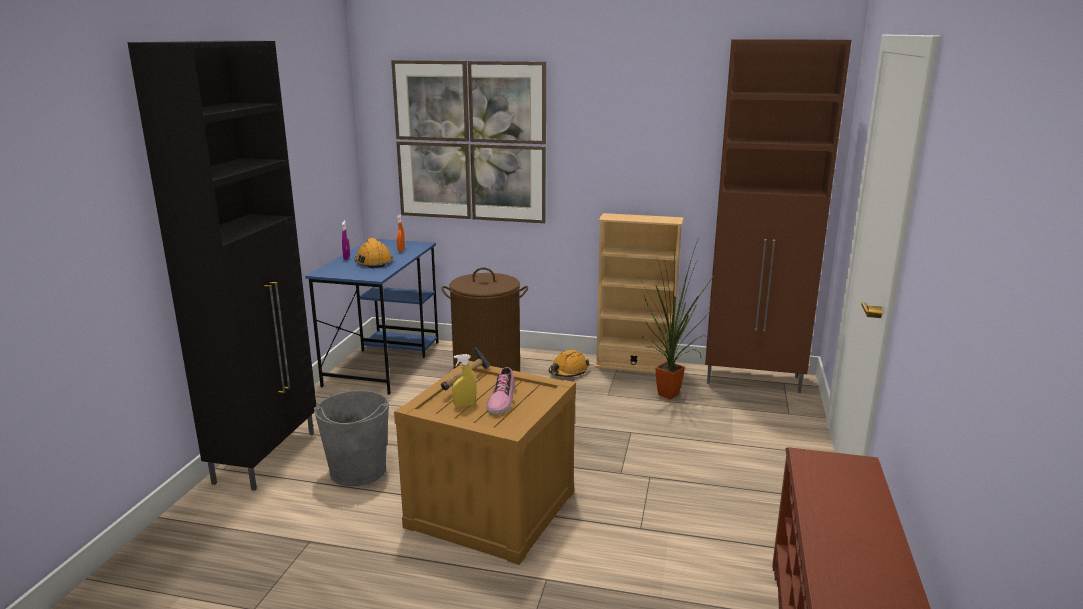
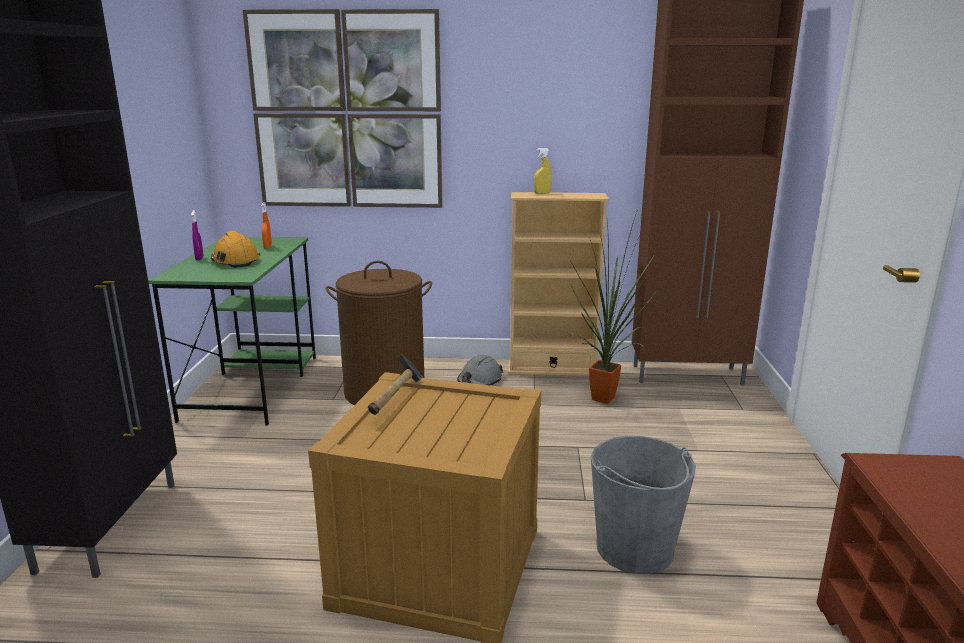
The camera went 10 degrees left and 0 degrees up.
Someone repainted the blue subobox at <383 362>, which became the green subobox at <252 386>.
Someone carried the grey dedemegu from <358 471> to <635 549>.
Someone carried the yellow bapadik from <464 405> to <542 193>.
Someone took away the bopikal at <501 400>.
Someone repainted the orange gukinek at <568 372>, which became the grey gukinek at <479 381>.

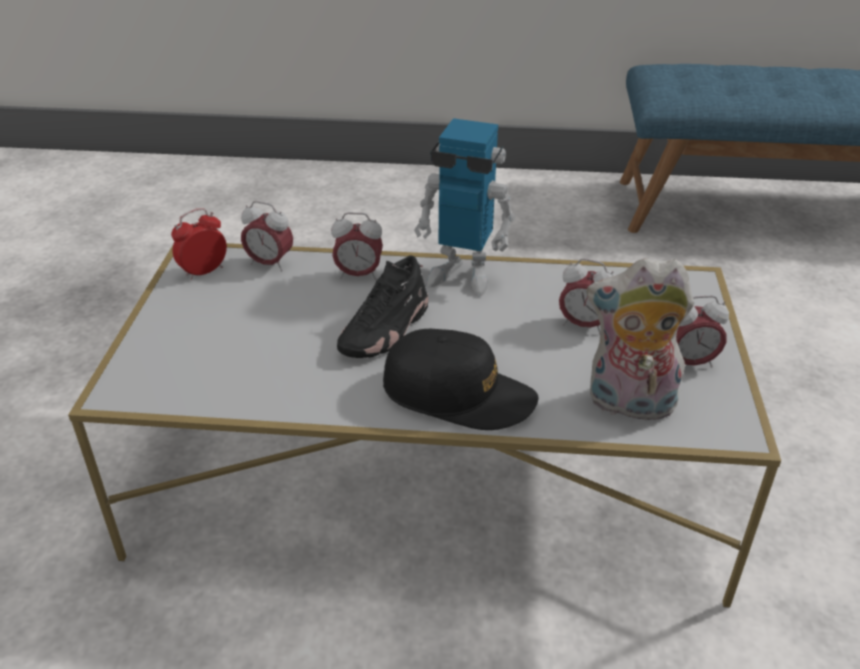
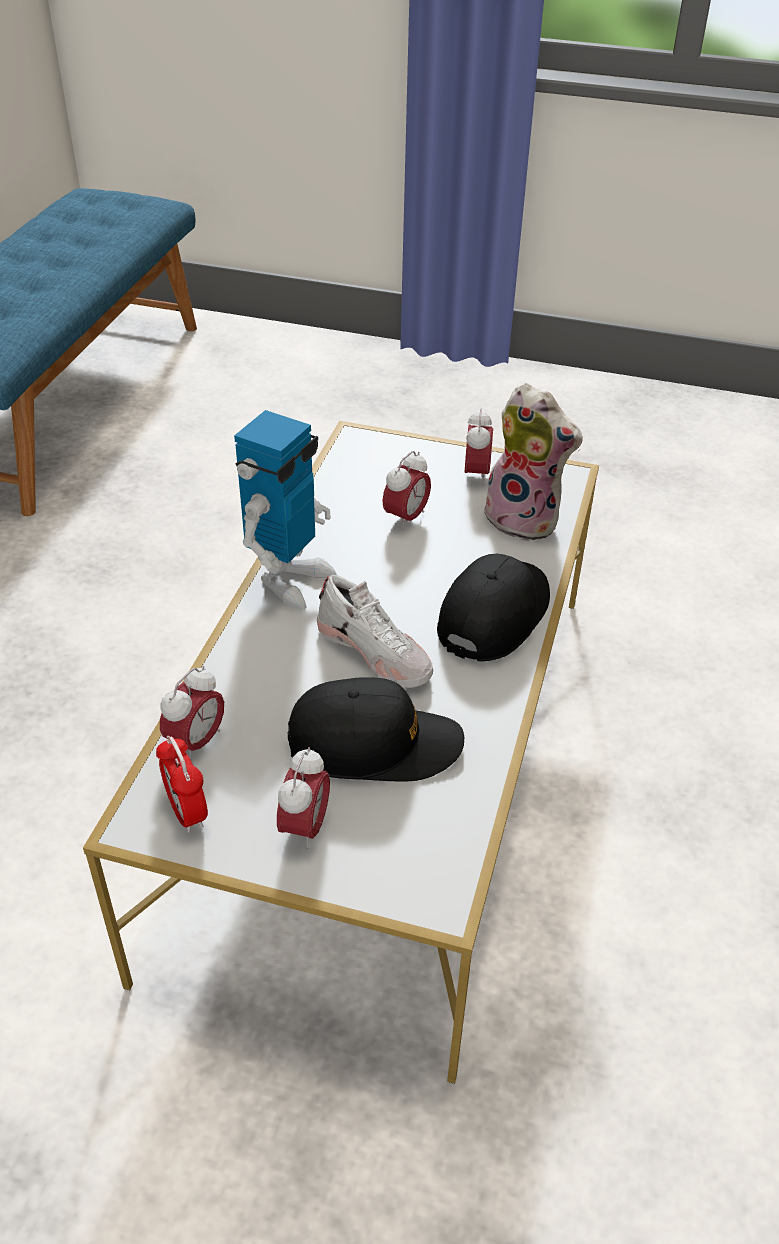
The camera went 80 degrees left and 5 degrees up.
Someone carried the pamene from <358 275> to <305 828>.
Someone repainted the black bopikal at <386 330>, which became the white bopikal at <375 652>.
Someone rotated the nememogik at <628 405> by 75 degrees counterclockwise.
Someone put down the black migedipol at <374 744>.

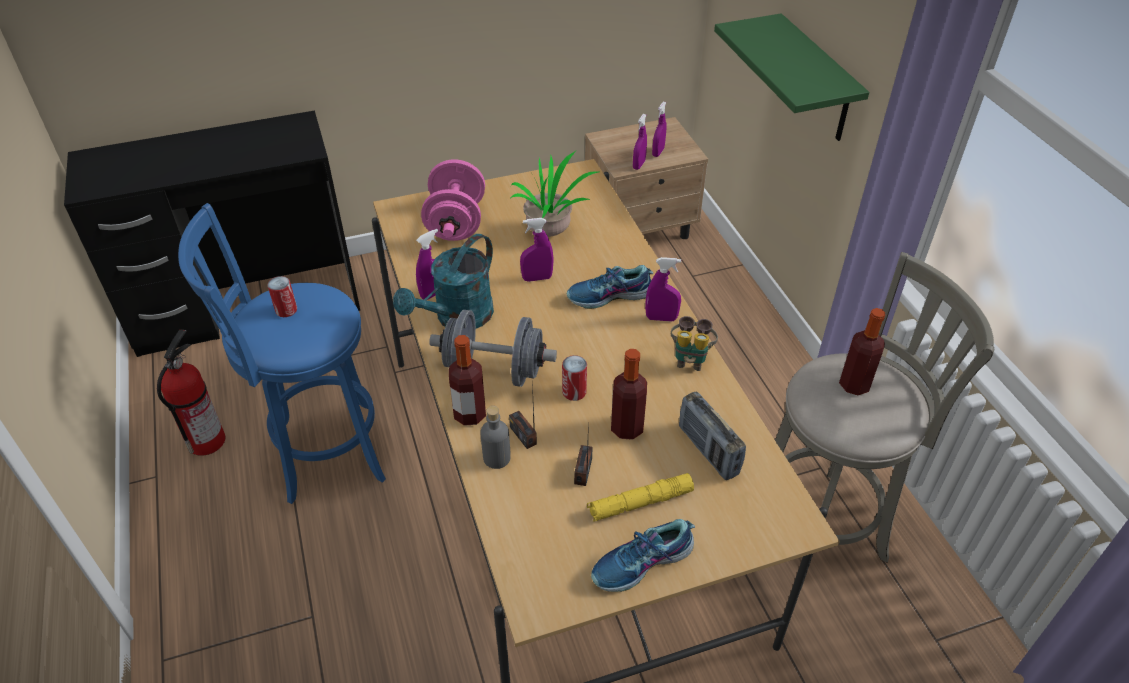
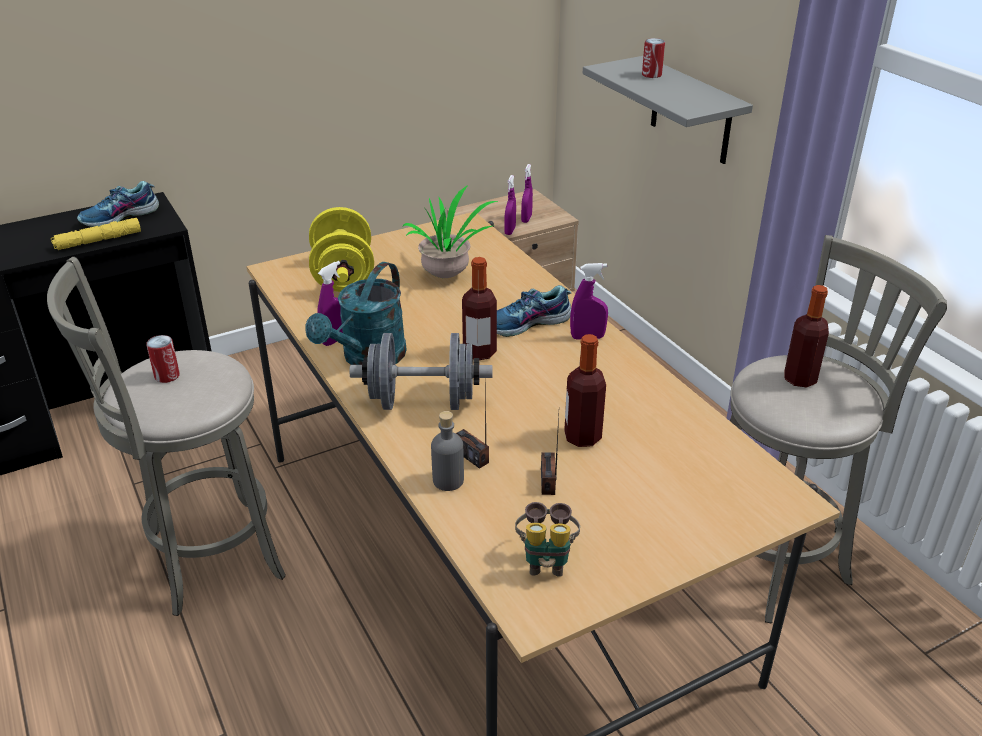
The camera went 10 degrees left and 10 degrees down.
Someone took away the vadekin at <206 439>.
Someone repainted the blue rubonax at <323 453>, which became the grey rubonax at <206 558>.
Someone repainted the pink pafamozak at <456 223>, which became the yellow pafamozak at <343 276>.
Someone carried the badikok from <470 414> to <479 352>.
Someone took away the purple bapadik at <537 278>.
Someone carried the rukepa from <574 392> to <651 75>.
Someone carried the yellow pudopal from <640 503> to <98 241>.
Someone carried the bopikal from <642 564> to <120 217>.
Someone carried the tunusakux from <690 358> to <546 560>.
Someone took away the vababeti at <708 451>.
Someone repainted the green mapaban at <816 81>, which became the grey mapaban at <691 111>.

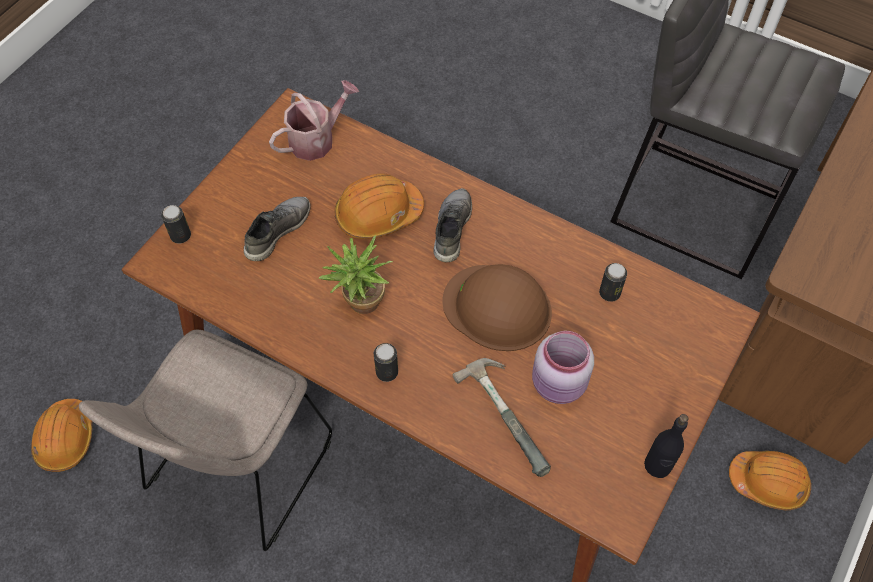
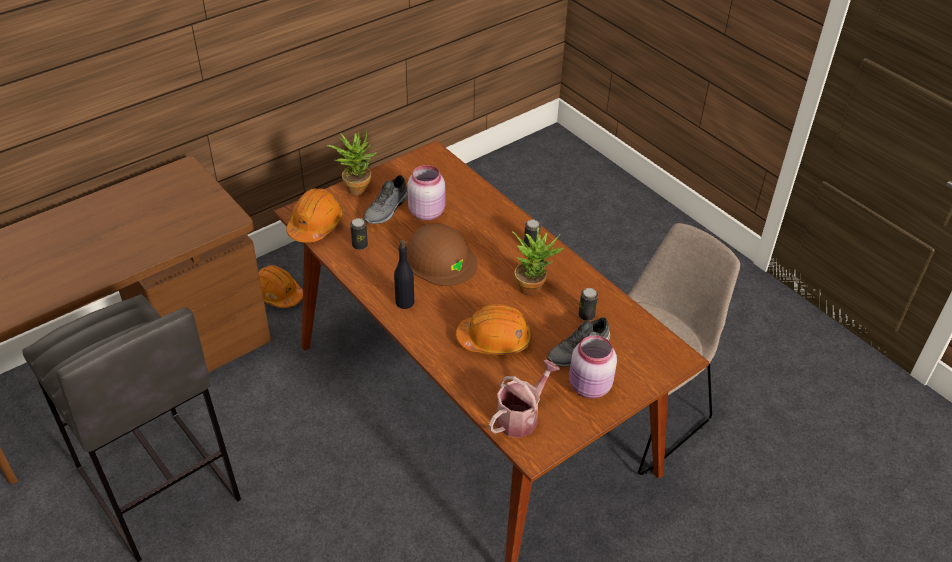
The camera went 160 degrees left and 15 degrees down.
Someone carried the orange gukinek from <66 439> to <315 225>.
Someone carried the rukepa from <180 236> to <586 315>.
Someone rotated the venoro at <317 139> by 150 degrees clockwise.
Someone carried the grey bopikal from <451 229> to <387 210>.
Someone took away the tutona at <512 414>.
Someone carried the black badikok from <657 465> to <405 302>.
Someone put down the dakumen at <355 186>.
Someone put down the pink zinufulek at <589 387>.

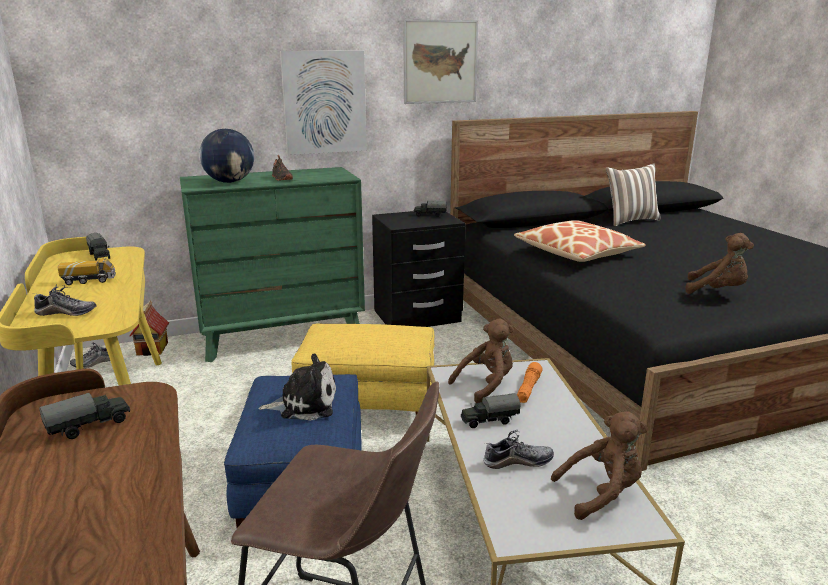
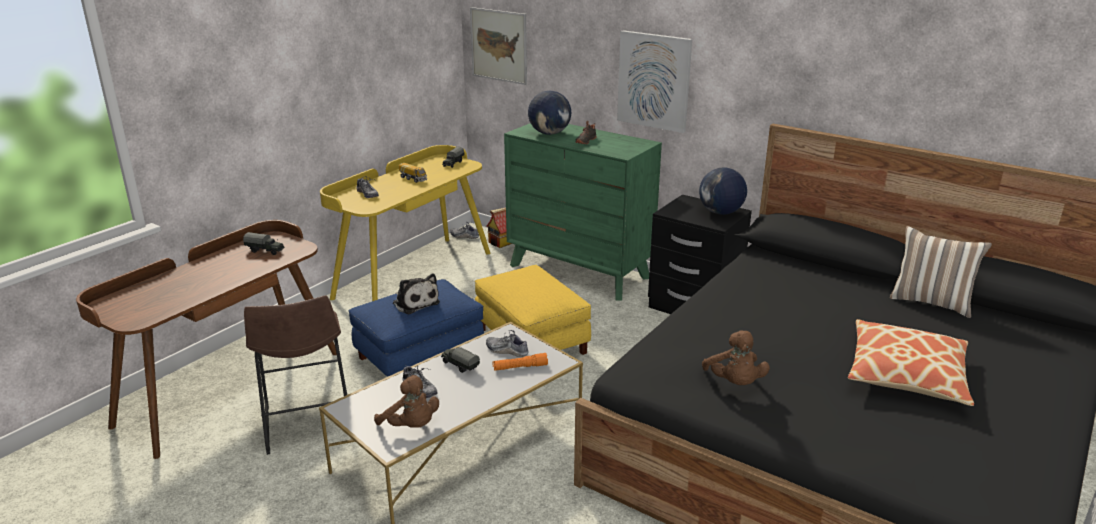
The camera went 55 degrees right and 5 degrees up.
Someone carried the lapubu from <440 62> to <499 45>.
Someone swapped the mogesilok at <430 215> for the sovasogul at <721 213>.
Someone swapped the brown nememogik at <486 385> for the bopikal at <507 350>.
Someone carried the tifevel from <577 253> to <906 374>.

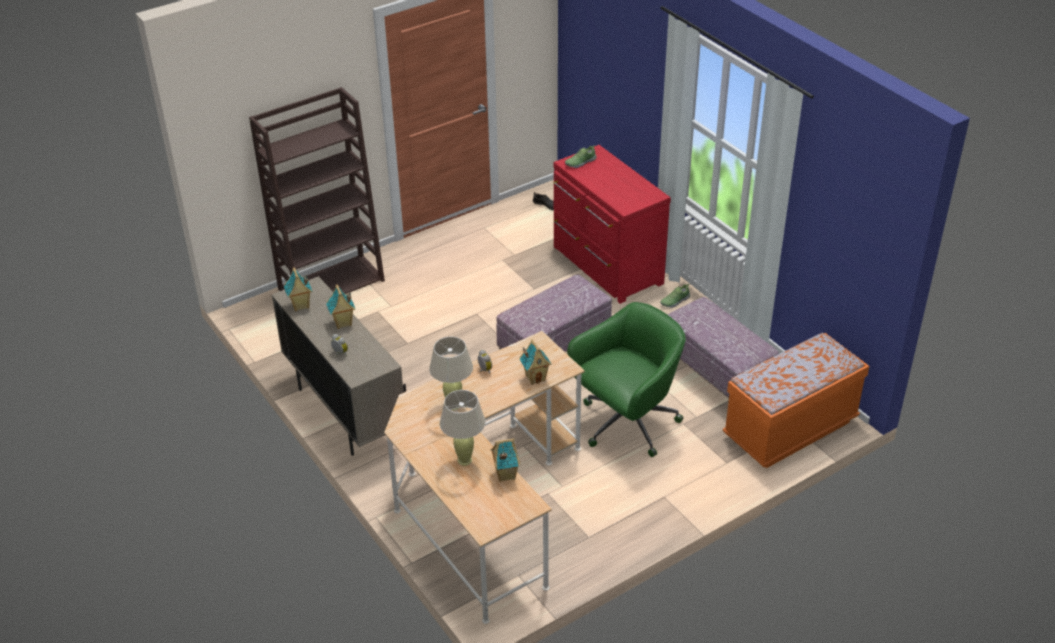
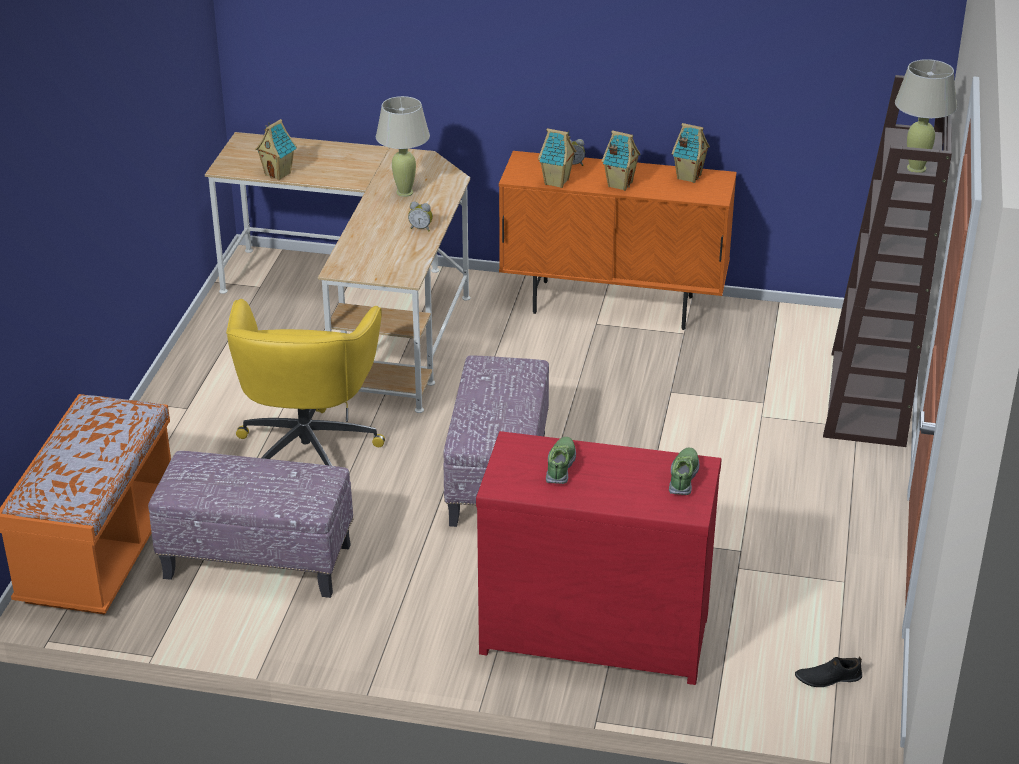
The camera went 135 degrees right and 5 degrees down.
Someone repainted the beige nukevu at <345 412>, which became the orange nukevu at <613 305>.
Someone carried the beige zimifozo from <464 460> to <916 168>.
Someone carried the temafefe from <535 378> to <557 182>.
Someone repainted the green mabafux at <626 424>, which became the yellow mabafux at <308 450>.
Someone carried the bopikal from <674 301> to <560 466>.

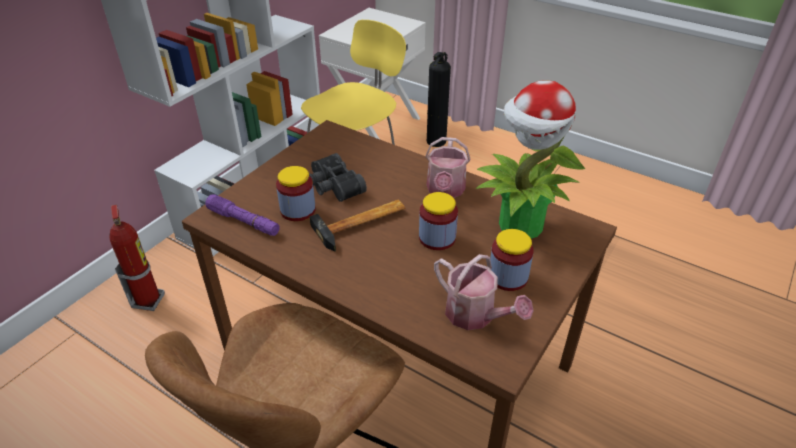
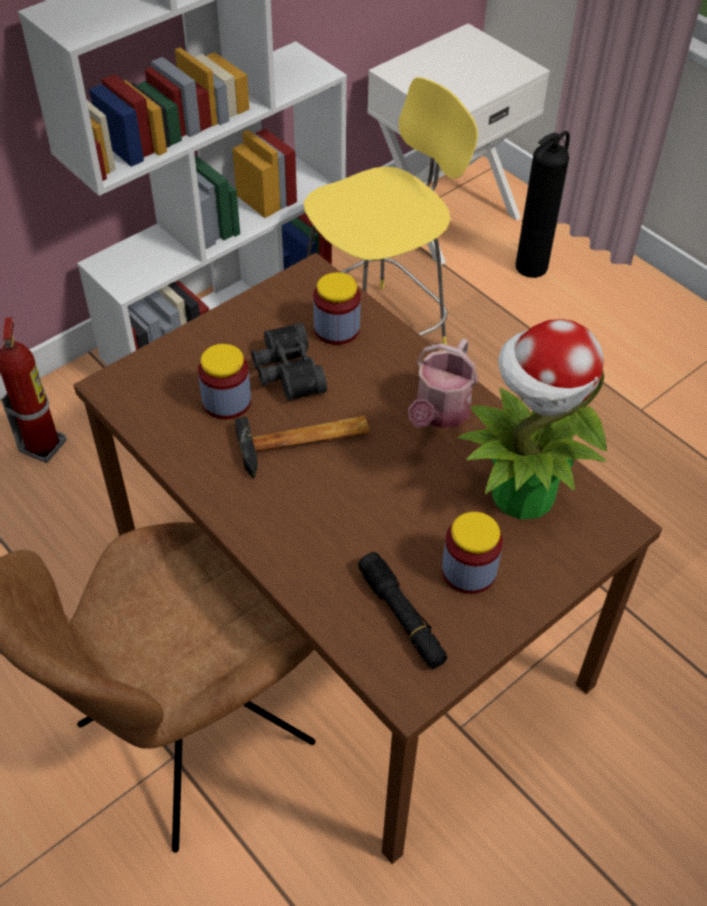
The camera went 15 degrees right and 10 degrees up.
Someone took away the purple pudopal at <243 221>.
Someone carried the zinufulek from <437 238> to <336 329>.
Someone swapped the venoro at <475 315> for the black pudopal at <402 617>.

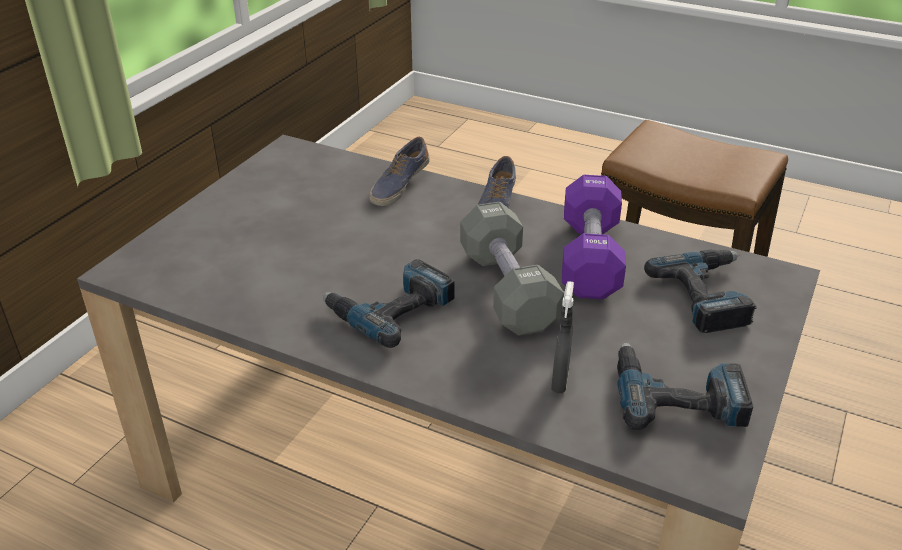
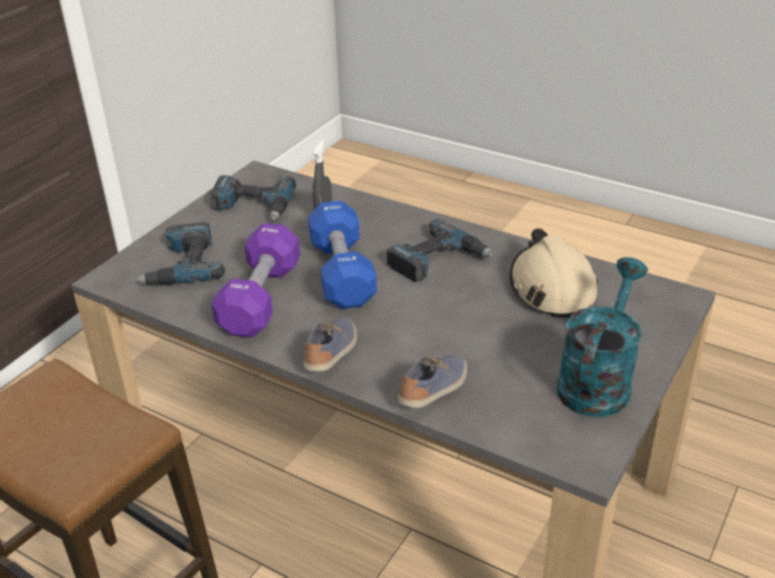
The camera went 175 degrees left and 0 degrees up.
Someone repainted the grey pafamozak at <507 289>, which became the blue pafamozak at <342 273>.
Someone put down the beige gukinek at <551 287>.
Someone put down the turquoise venoro at <597 380>.

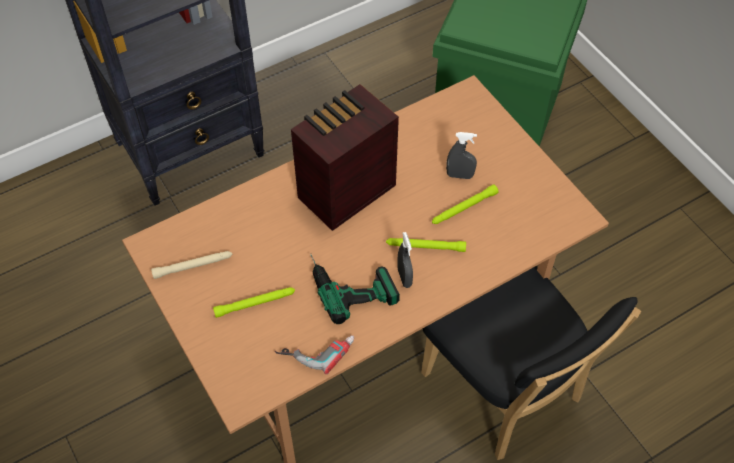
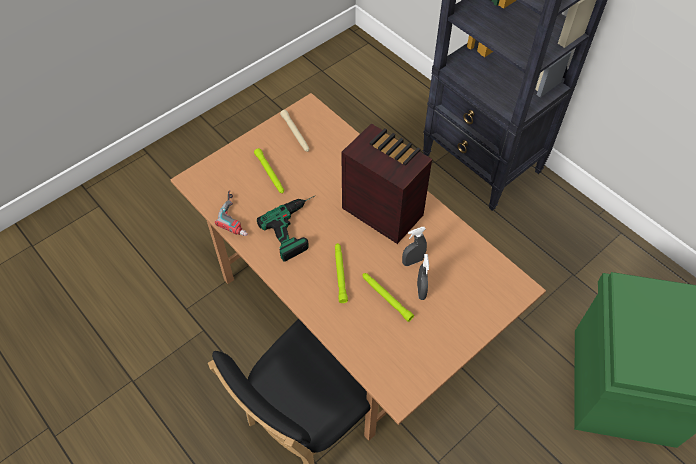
The camera went 80 degrees right and 0 degrees up.
Someone carried the grey bapadik from <404 277> to <413 261>.

